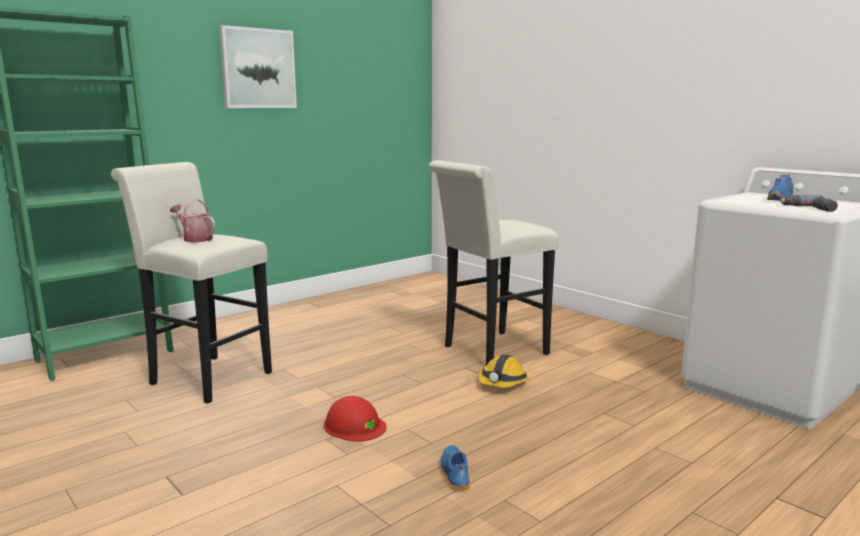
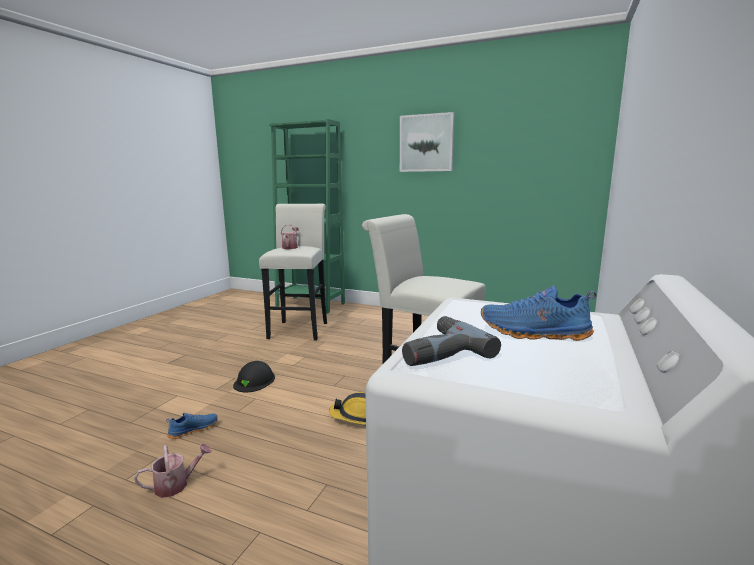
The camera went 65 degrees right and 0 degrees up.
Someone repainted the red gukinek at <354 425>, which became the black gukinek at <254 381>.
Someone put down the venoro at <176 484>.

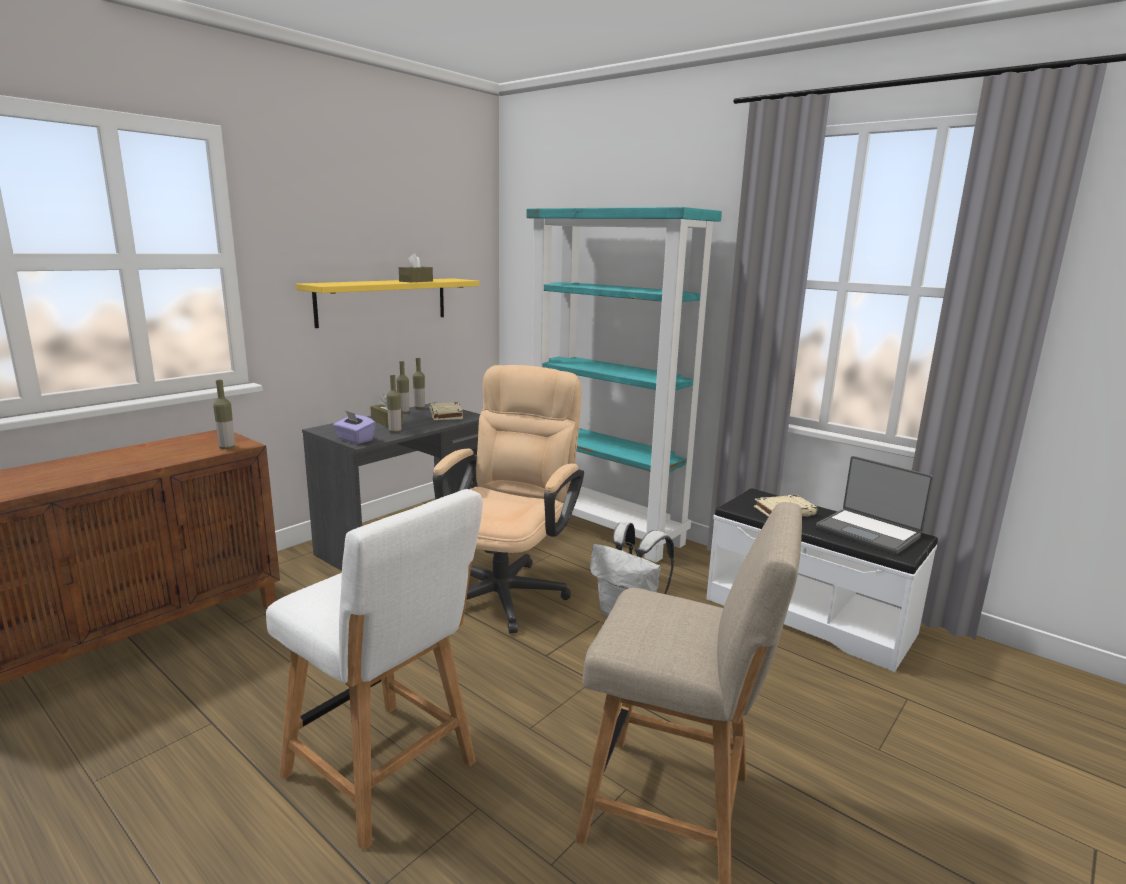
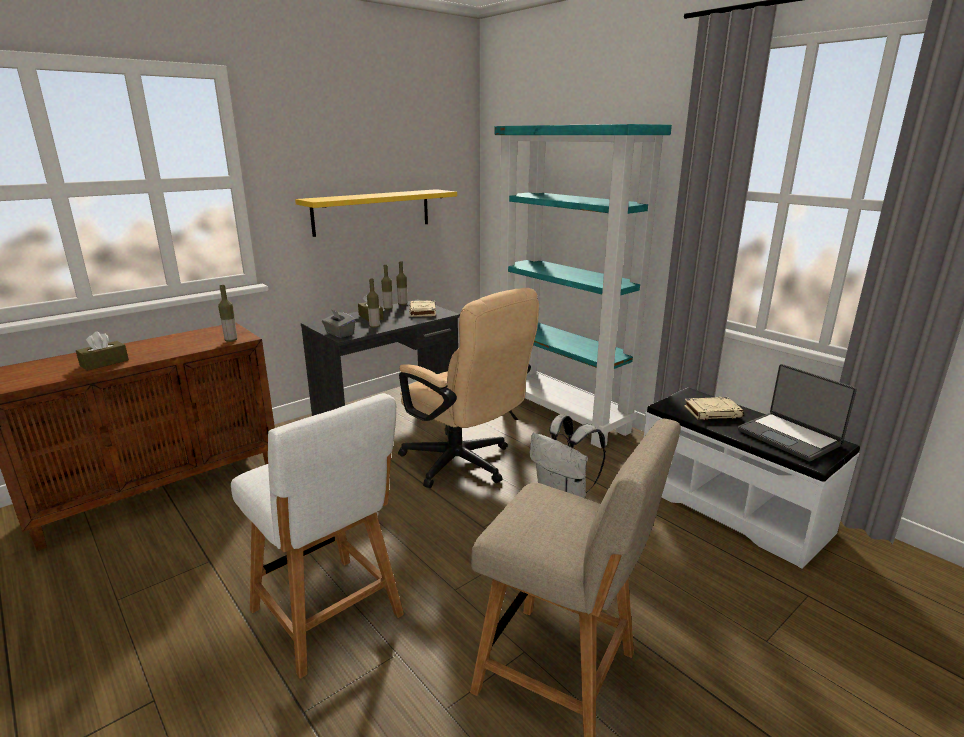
The camera went 10 degrees right and 5 degrees up.
Someone repainted the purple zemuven at <355 440>, which became the grey zemuven at <339 334>.
Someone carried the brown zemuven from <416 281> to <104 363>.
Someone rotated the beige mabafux at <508 589> by 105 degrees clockwise.

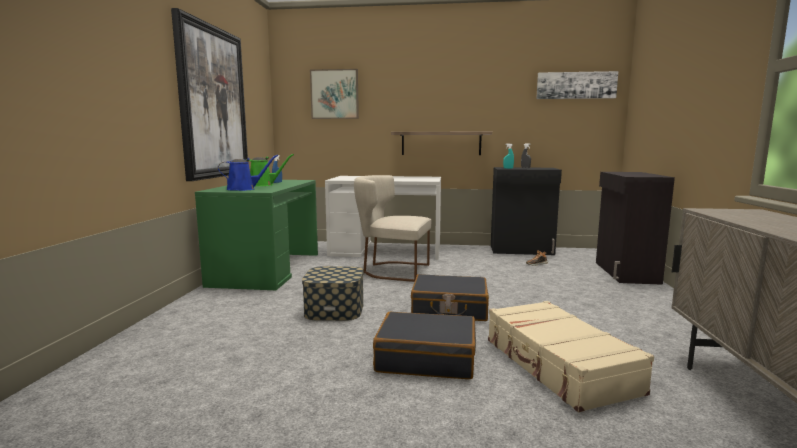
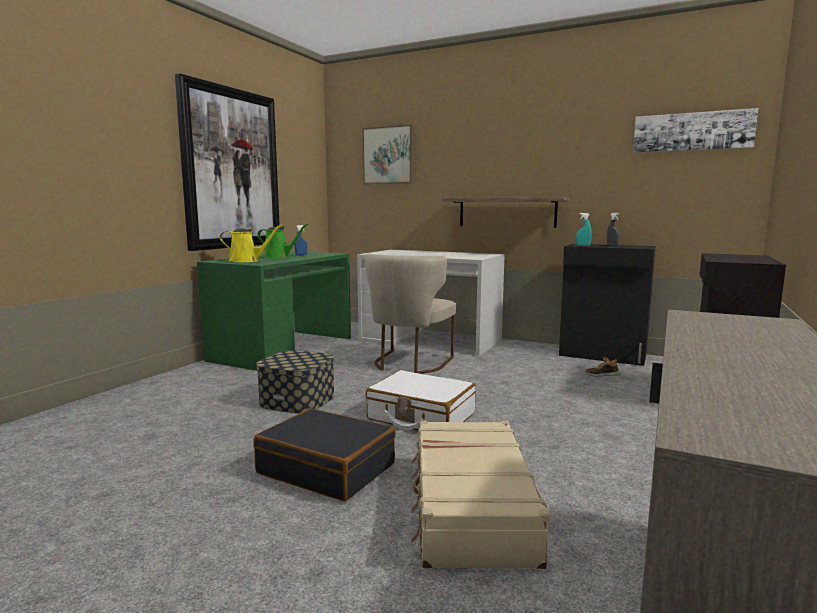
The camera went 20 degrees right and 0 degrees up.
Someone repainted the blue venoro at <244 189>, which became the yellow venoro at <246 261>.
Someone rotated the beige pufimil at <392 270> by 105 degrees counterclockwise.
Someone repainted the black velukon at <449 309>, which became the white velukon at <421 416>.

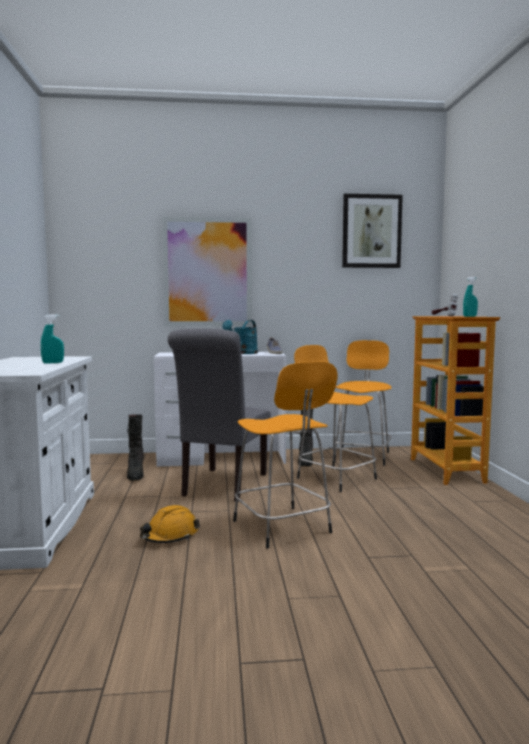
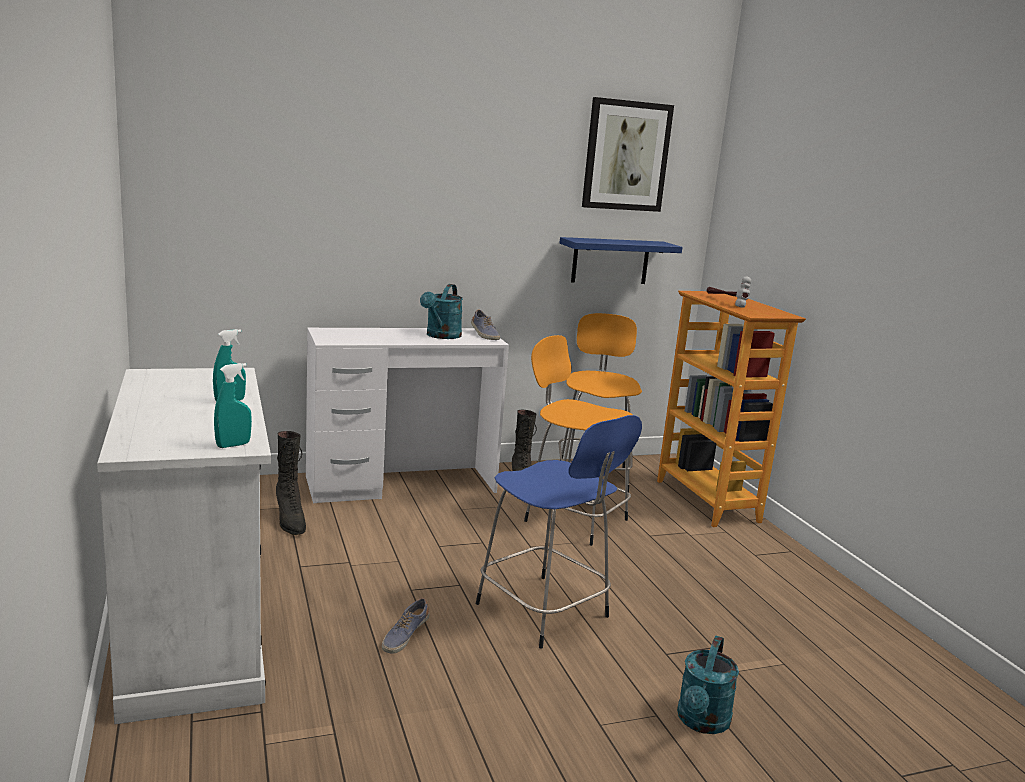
The camera went 15 degrees left and 10 degrees up.
Someone swapped the orange gukinek at <170 536> for the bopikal at <404 636>.
Someone took away the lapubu at <207 272>.
Someone took away the grey pufimil at <222 486>.
Someone repainted the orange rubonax at <283 528>, which became the blue rubonax at <545 612>.
Someone carried the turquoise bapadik from <470 316> to <233 445>.
Someone put up the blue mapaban at <610 261>.
Someone put down the turquoise venoro at <701 722>.

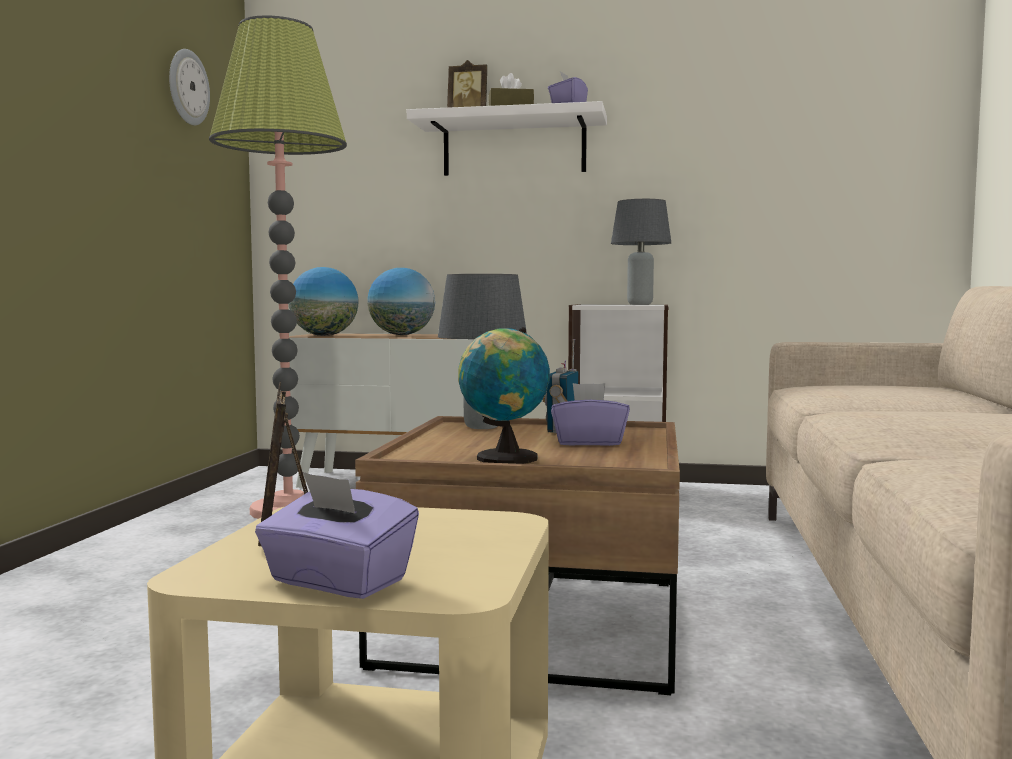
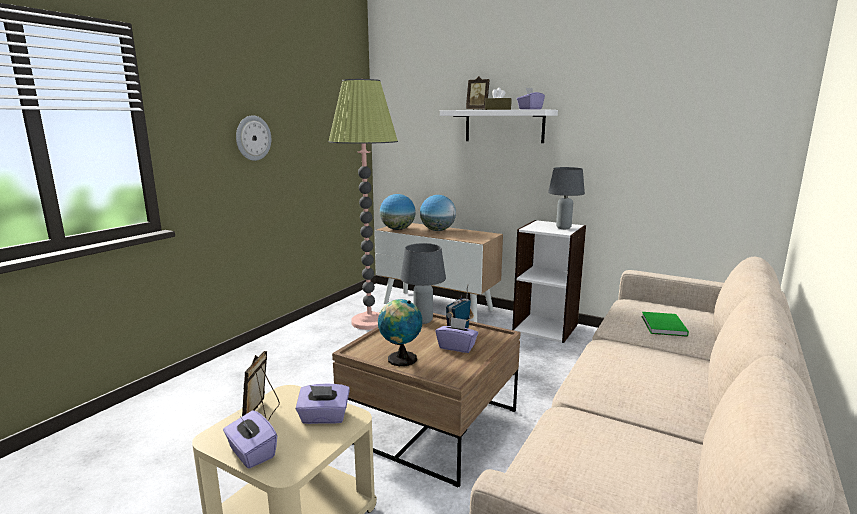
The camera went 20 degrees right and 10 degrees up.
Someone carried the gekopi from <187 87> to <253 138>.
Someone put down the purple zemuven at <324 417>.
Someone put down the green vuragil at <663 326>.

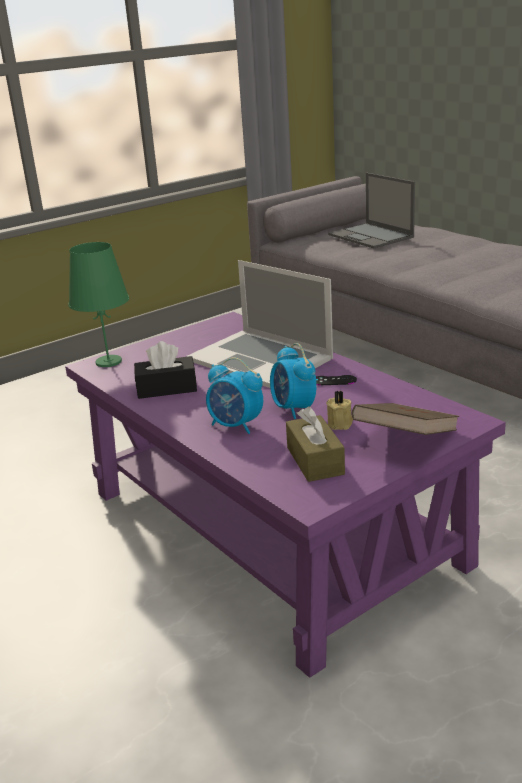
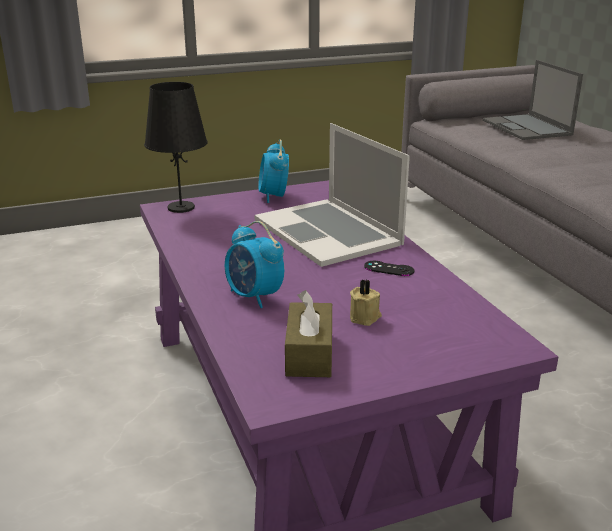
The camera went 15 degrees right and 0 degrees up.
Someone repainted the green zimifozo at <108 362>, which became the black zimifozo at <180 207>.
Someone took away the black zemuven at <167 388>.
Someone carried the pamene from <293 409> to <273 197>.
Someone took away the brown vuragil at <406 440>.

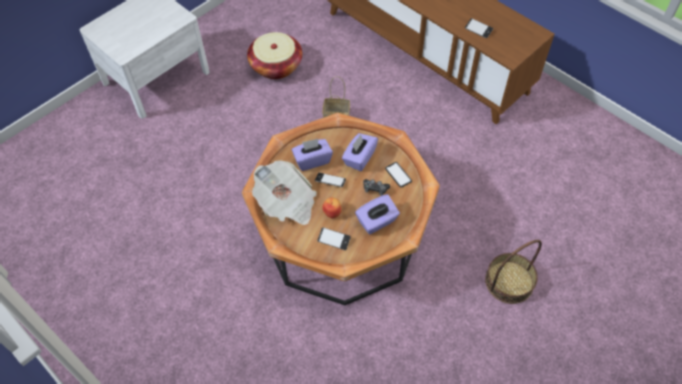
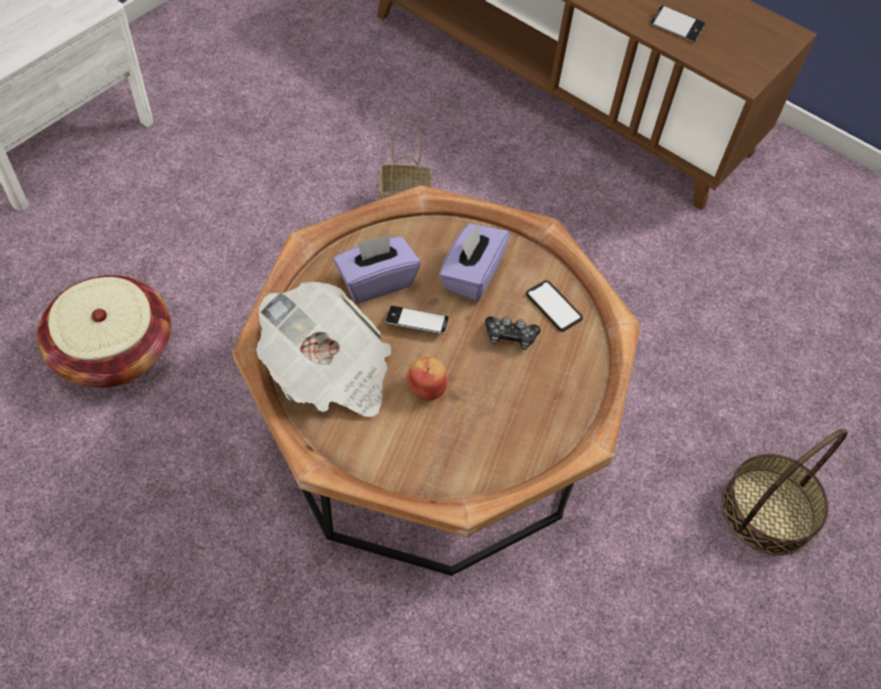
The camera went 10 degrees left and 0 degrees up.
Someone carried the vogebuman from <276 66> to <114 351>.
Someone took away the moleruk at <334 240>.
Someone took away the purple zemuven at <377 221>.

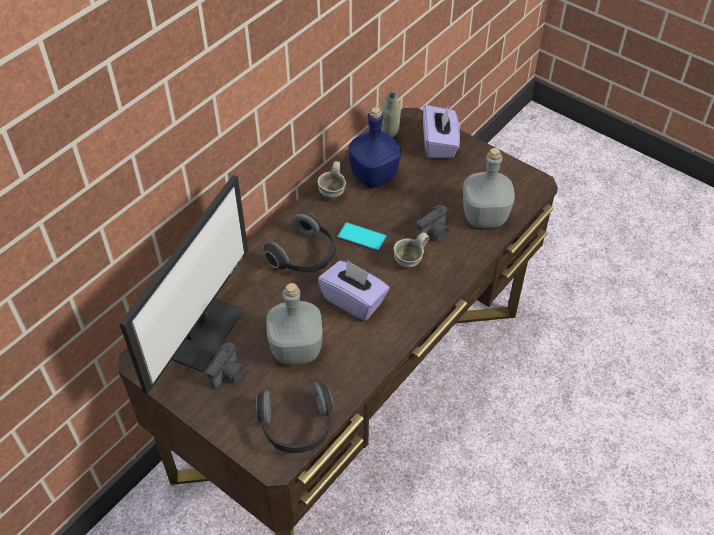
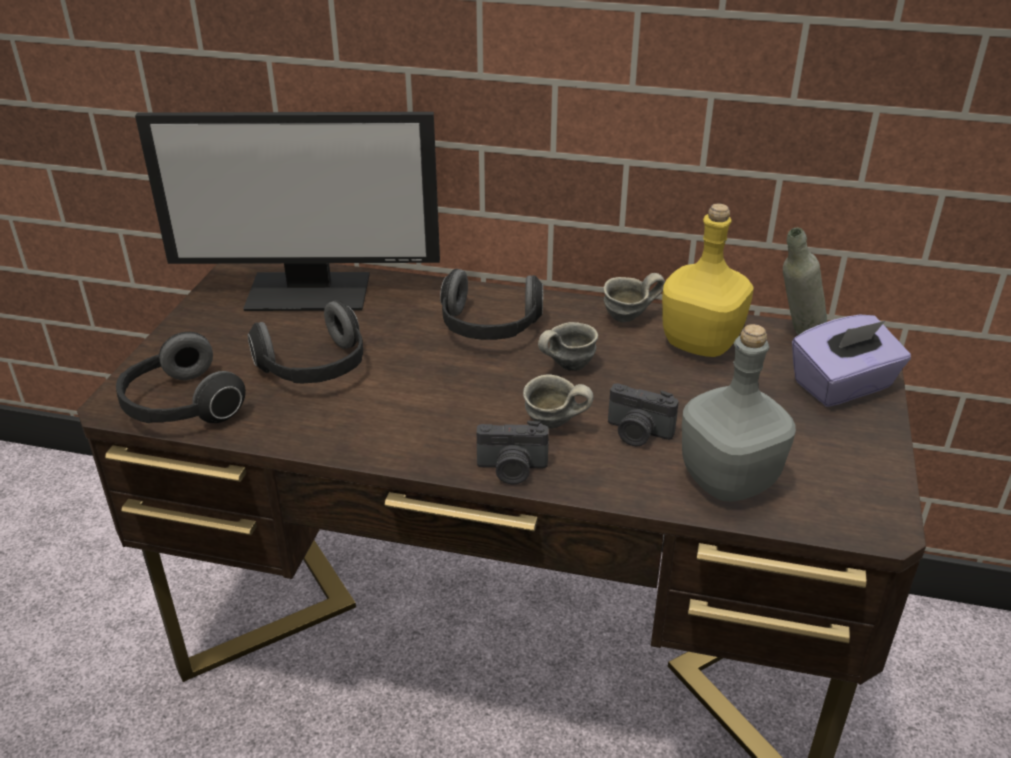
The camera went 65 degrees right and 15 degrees down.
Someone carried the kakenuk from <229 374> to <512 470>.
Someone swapped the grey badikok at <296 350> for the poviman at <315 369>.
Someone took away the purple zemuven at <354 300>.
Someone swapped the moleruk at <361 237> for the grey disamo at <566 365>.
Someone repainted the blue badikok at <374 177>, which became the yellow badikok at <700 344>.

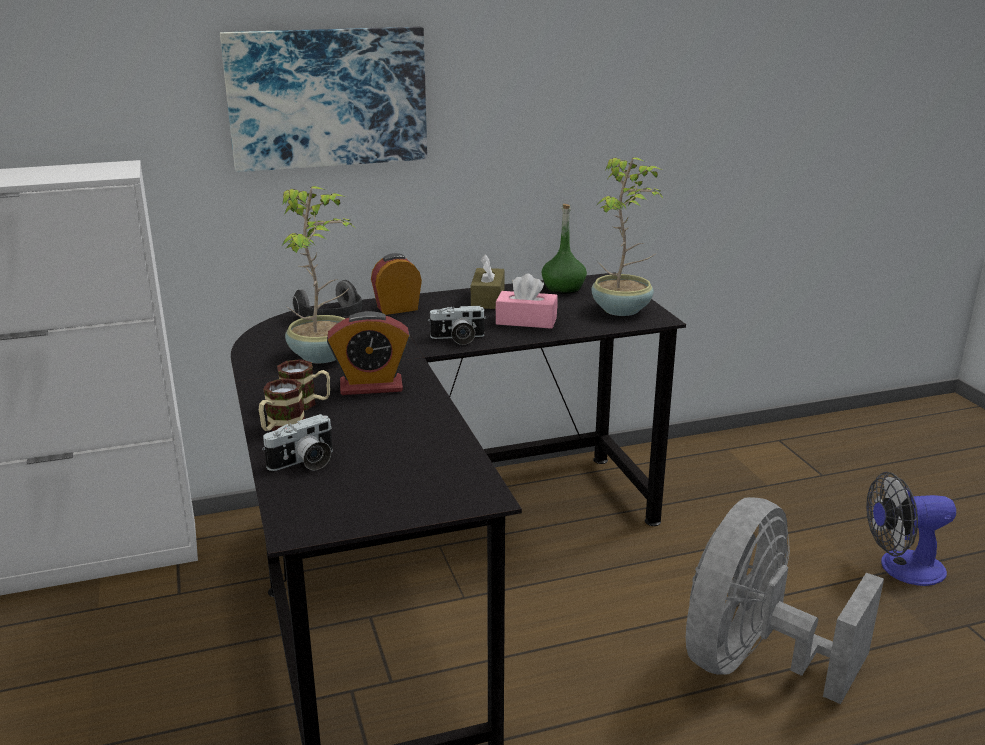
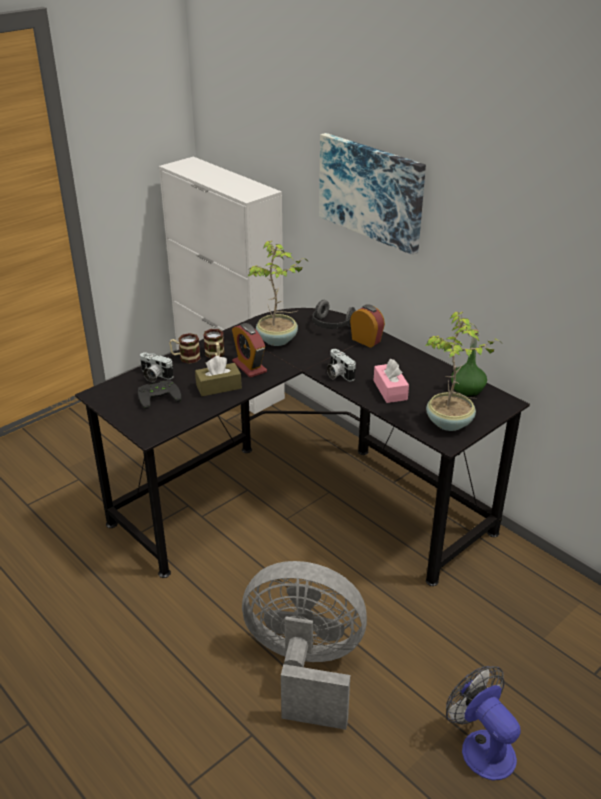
The camera went 65 degrees right and 10 degrees up.
Someone carried the brown zemuven from <487 299> to <218 387>.
Someone put down the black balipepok at <158 396>.

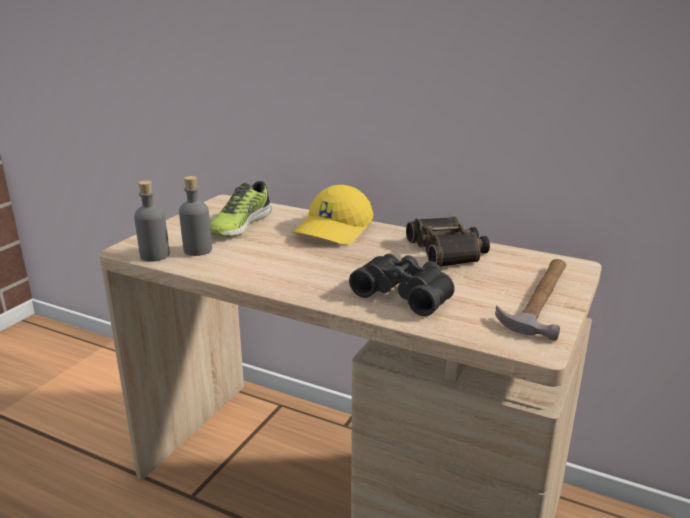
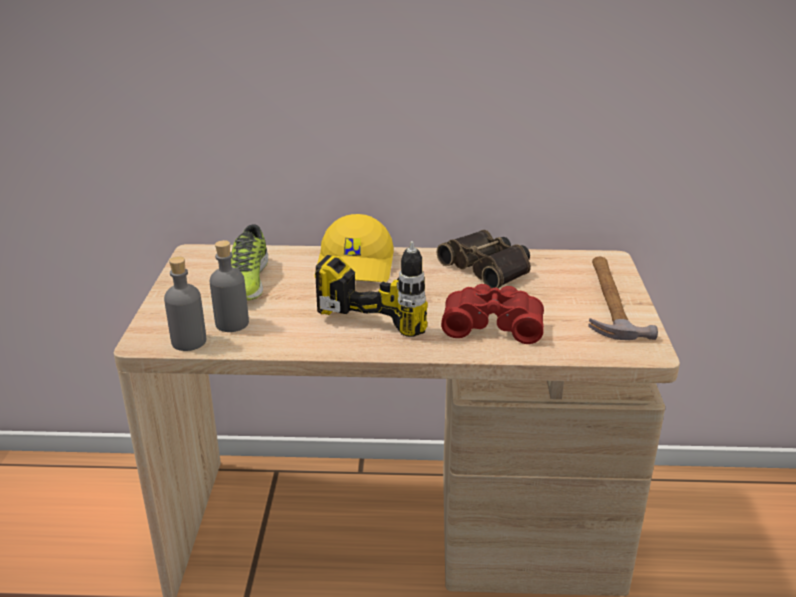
The camera went 25 degrees left and 5 degrees up.
Someone repainted the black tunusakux at <405 294>, which became the red tunusakux at <492 324>.
Someone put down the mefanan at <388 306>.

